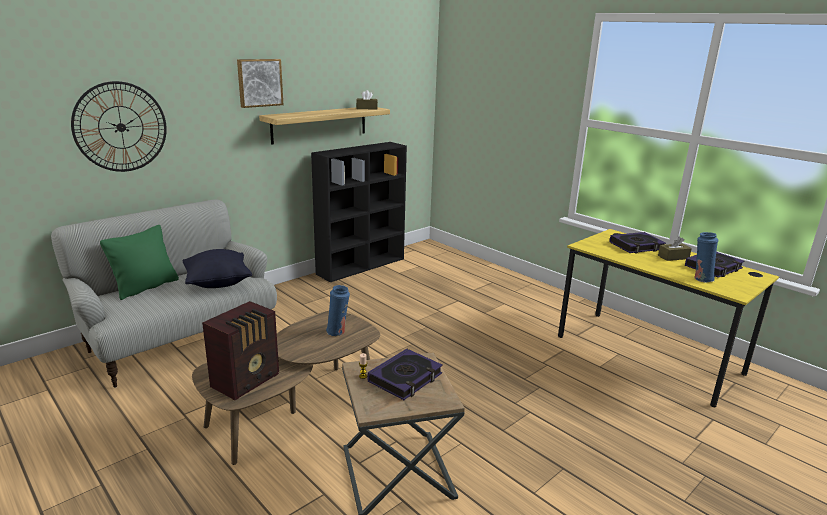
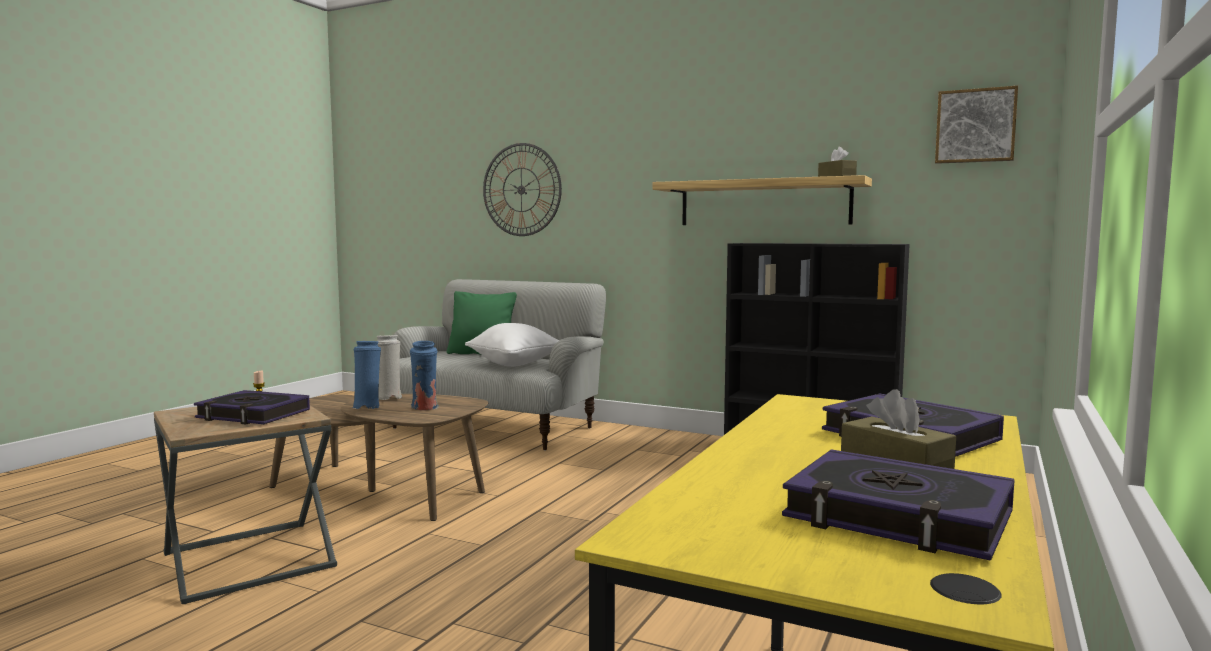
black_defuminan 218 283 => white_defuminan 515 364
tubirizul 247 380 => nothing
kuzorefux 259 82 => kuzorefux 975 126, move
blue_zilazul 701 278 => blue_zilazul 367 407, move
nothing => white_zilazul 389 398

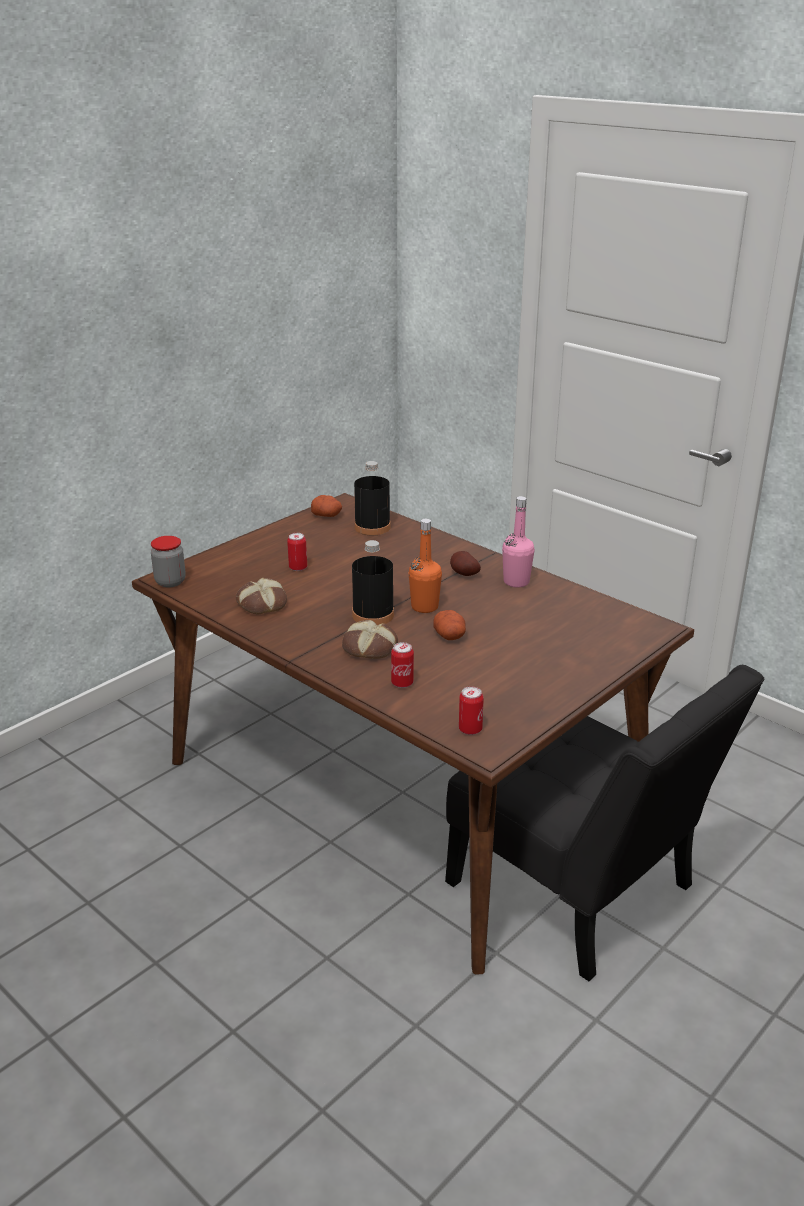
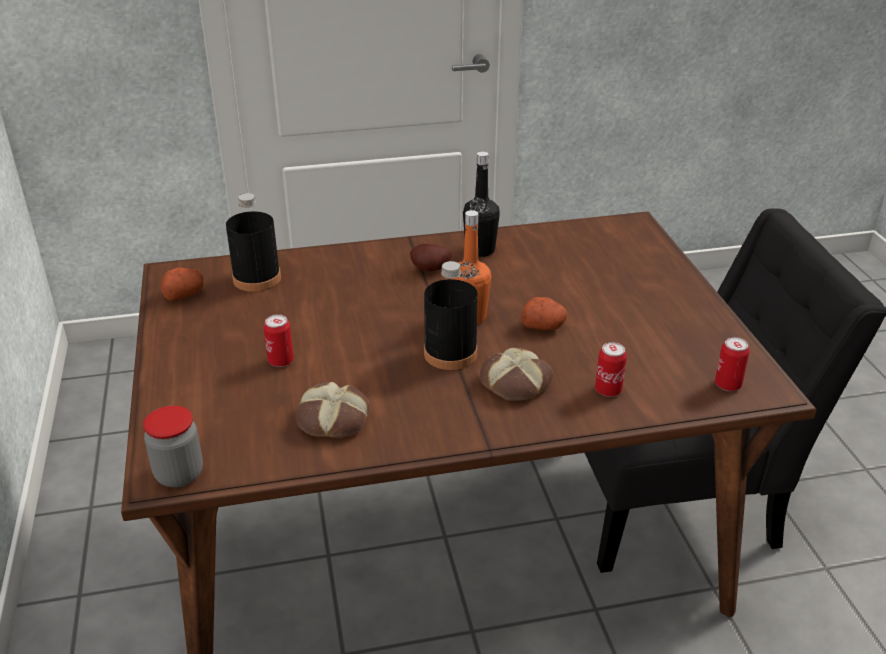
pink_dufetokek 516 582 => black_dufetokek 480 250

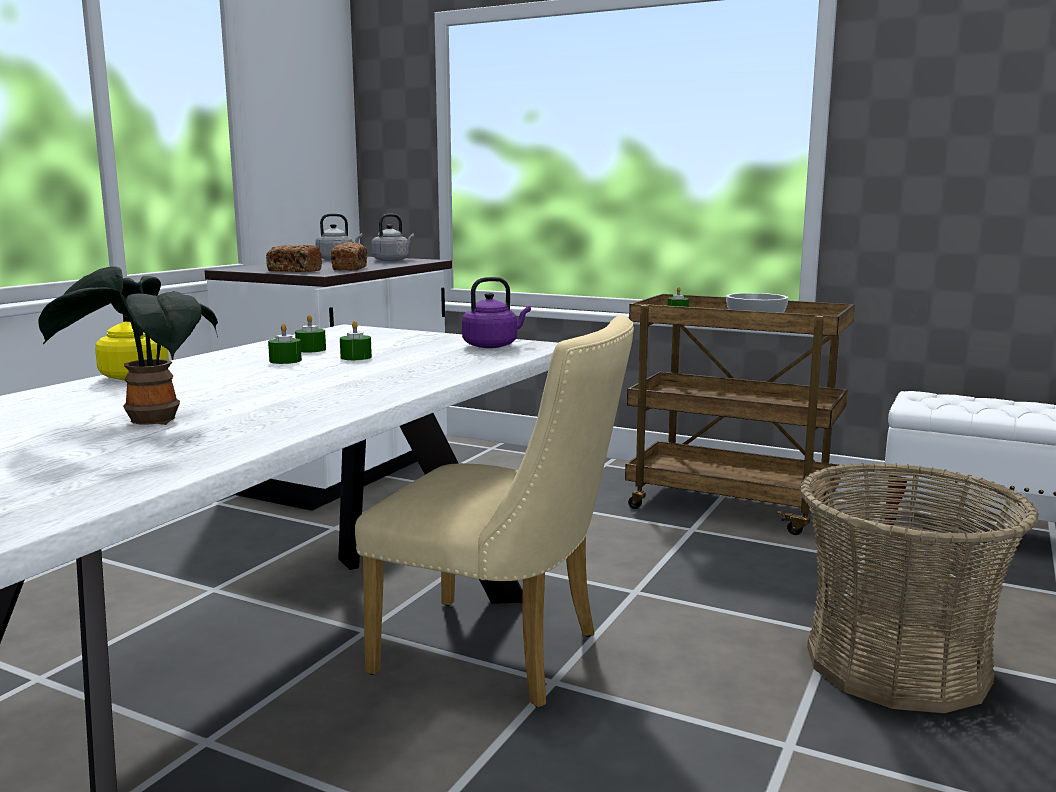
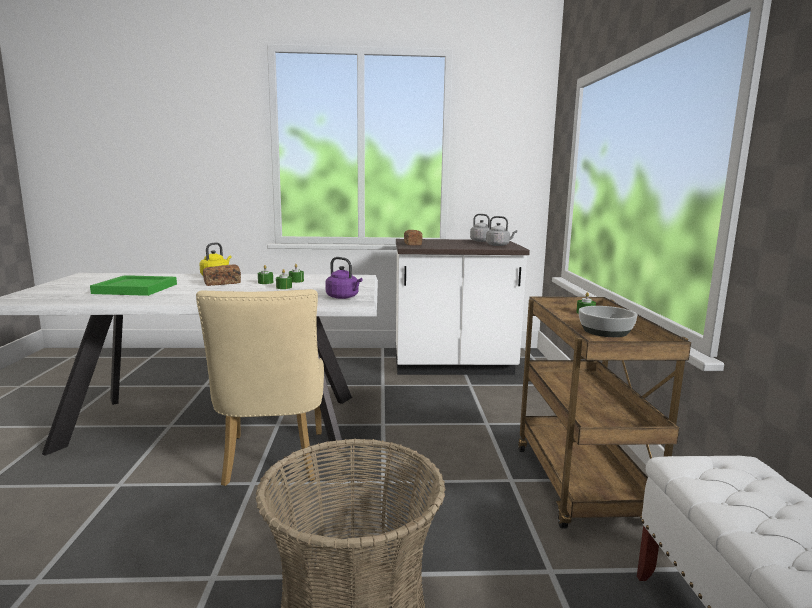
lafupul 146 421 => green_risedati 136 289
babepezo 350 268 => babepezo 222 283, move

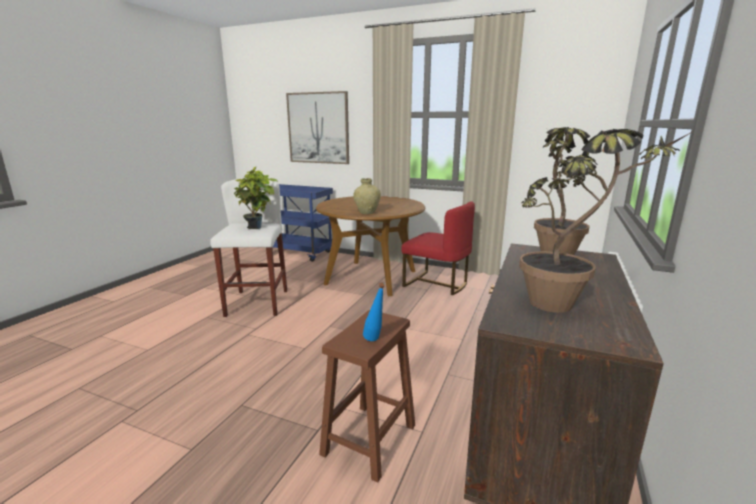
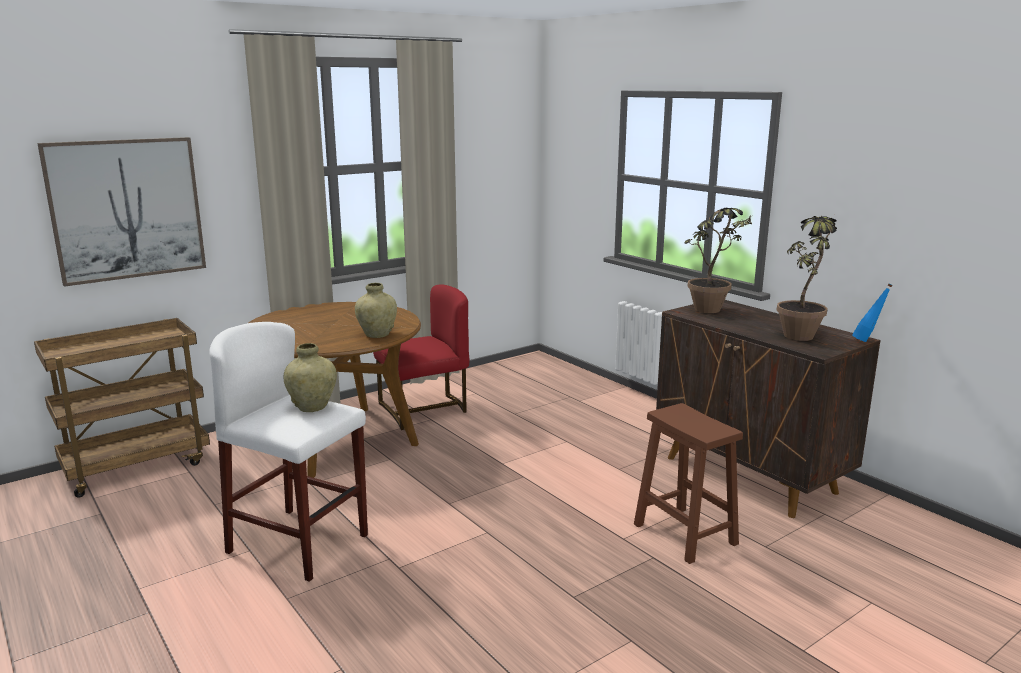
lafupul 257 228 => beige_zilazul 312 407
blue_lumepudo 301 253 => brown_lumepudo 137 466
blue_dufetokek 375 342 => blue_dufetokek 867 341, move

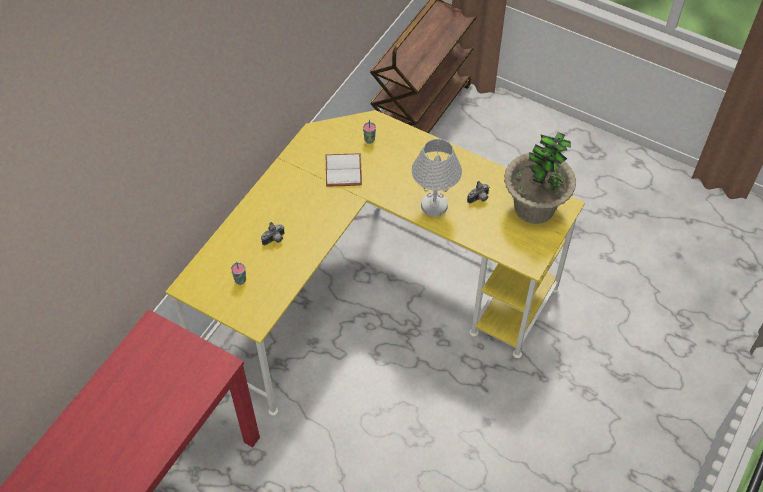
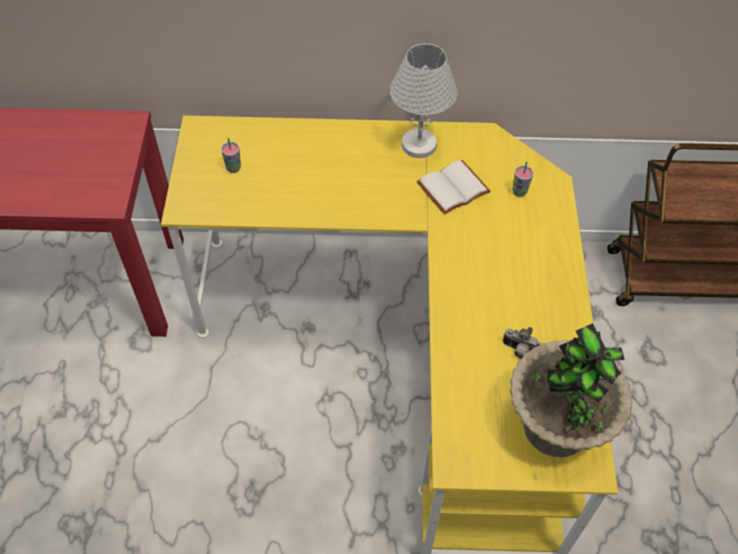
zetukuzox 274 240 => nothing
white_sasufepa 434 206 => white_sasufepa 418 145, move

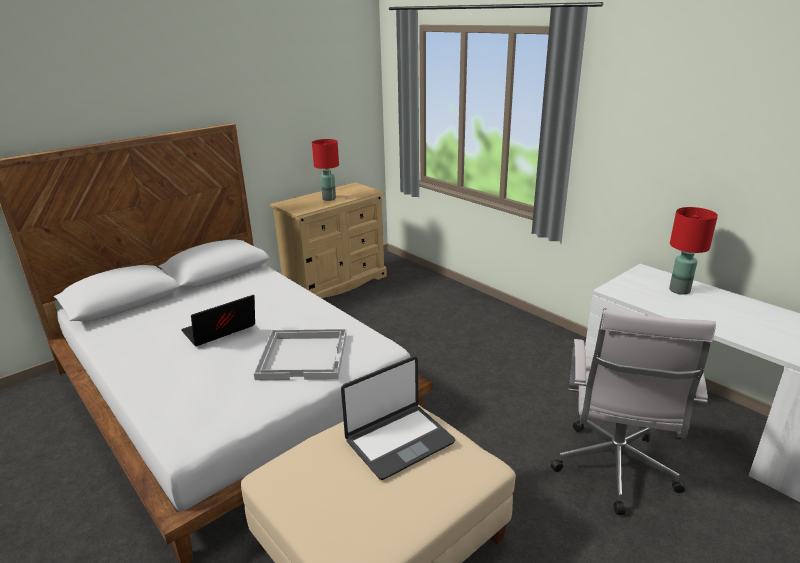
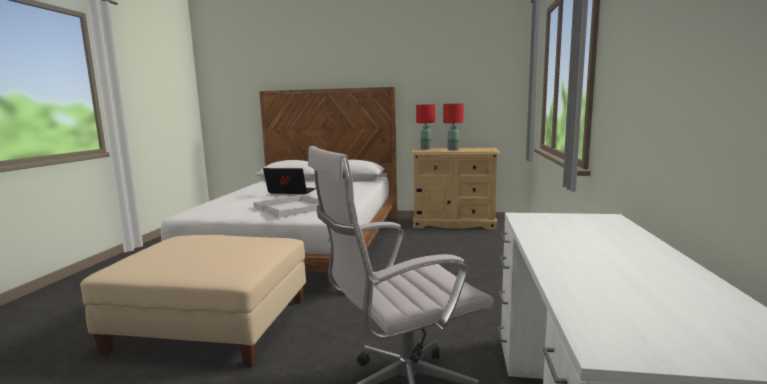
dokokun 399 441 => nothing
red_sasufepa 679 290 => red_sasufepa 426 148, move

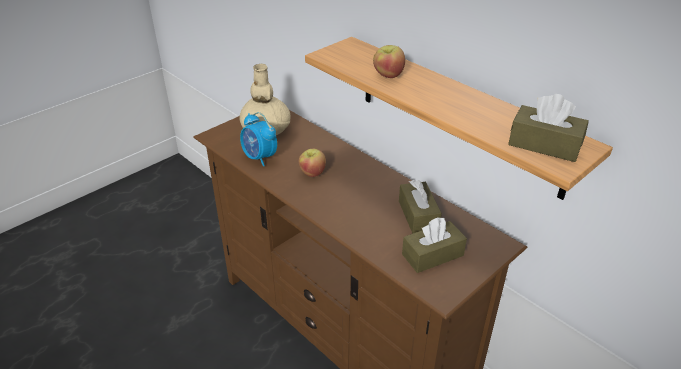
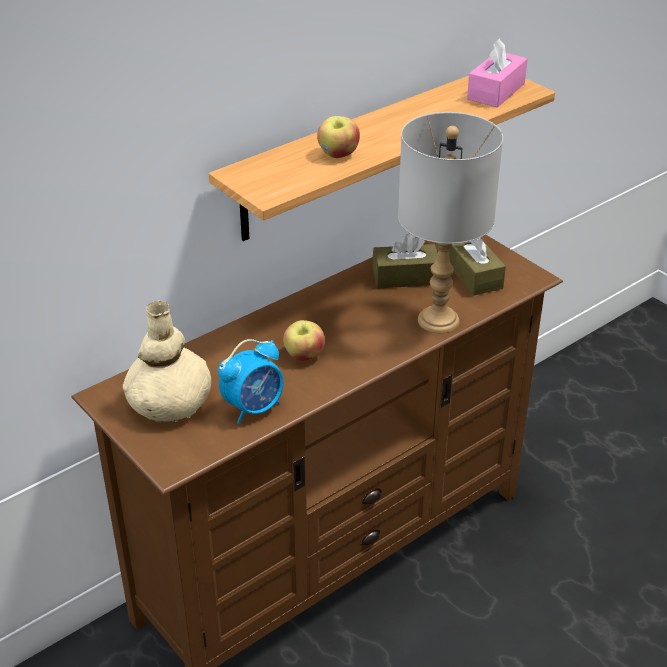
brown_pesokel 544 145 => pink_pesokel 496 91
nothing => grey_sasufepa 438 320

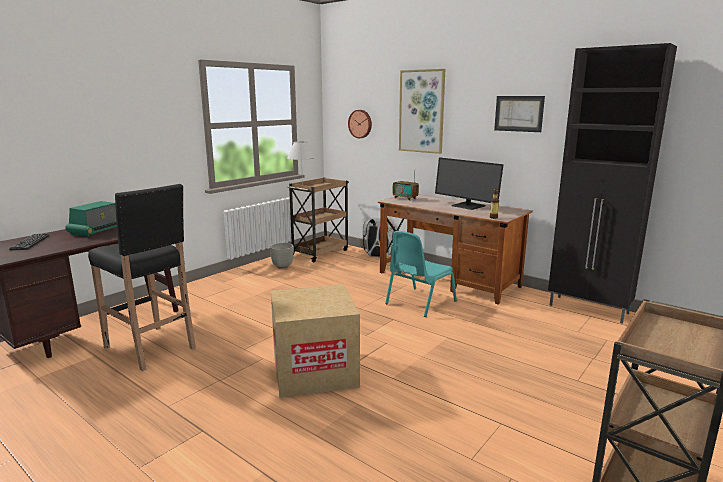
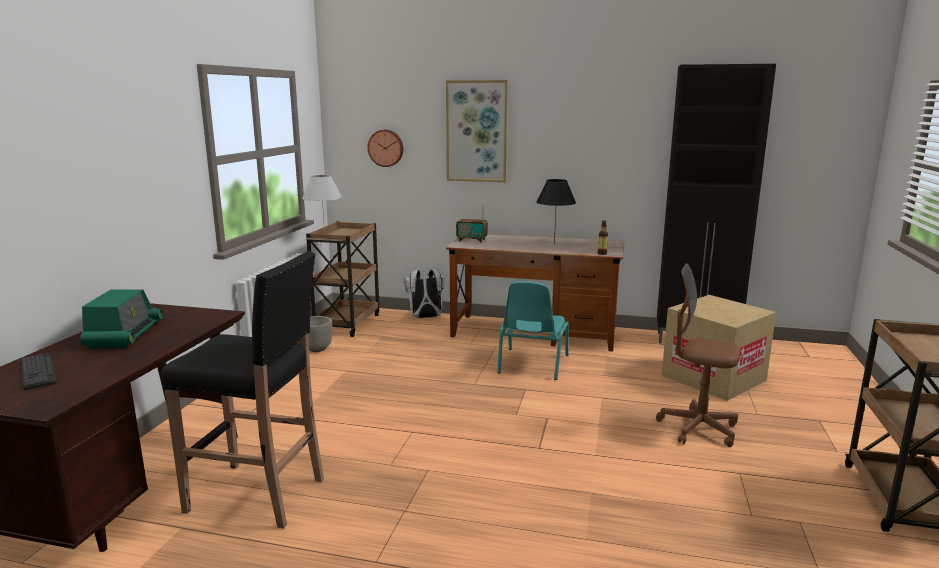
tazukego 314 371 => tazukego 713 378, move
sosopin 467 206 => black_sasufepa 554 243
kuzorefux 519 113 => nothing
nothing => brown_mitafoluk 698 428

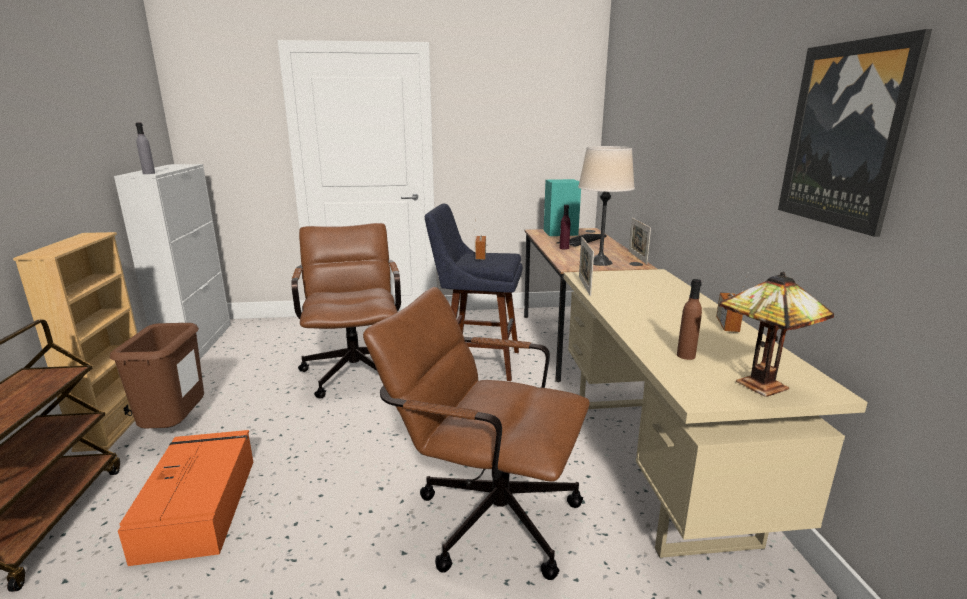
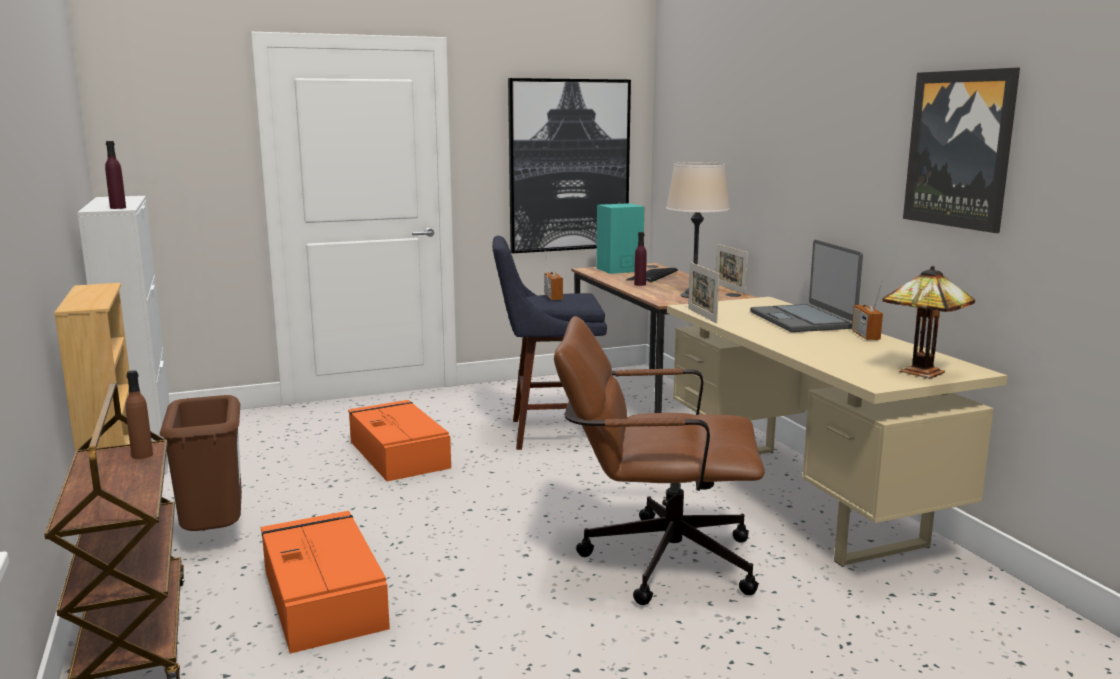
grey_dufetokek 149 173 => purple_dufetokek 118 208
brown_mitafoluk 355 368 => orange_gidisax 398 454
brown_dufetokek 686 355 => brown_dufetokek 142 455, move
nothing => kuzorefux 569 166
nothing => dokokun 802 320

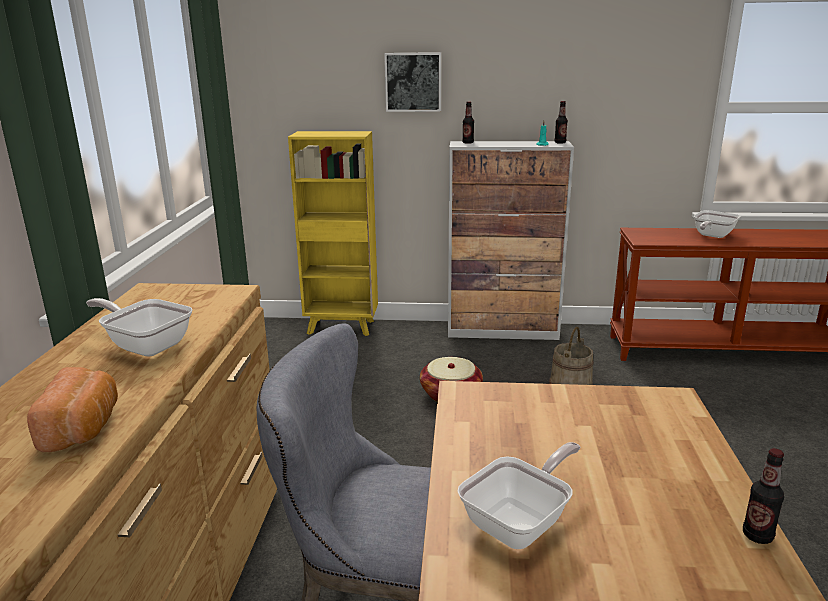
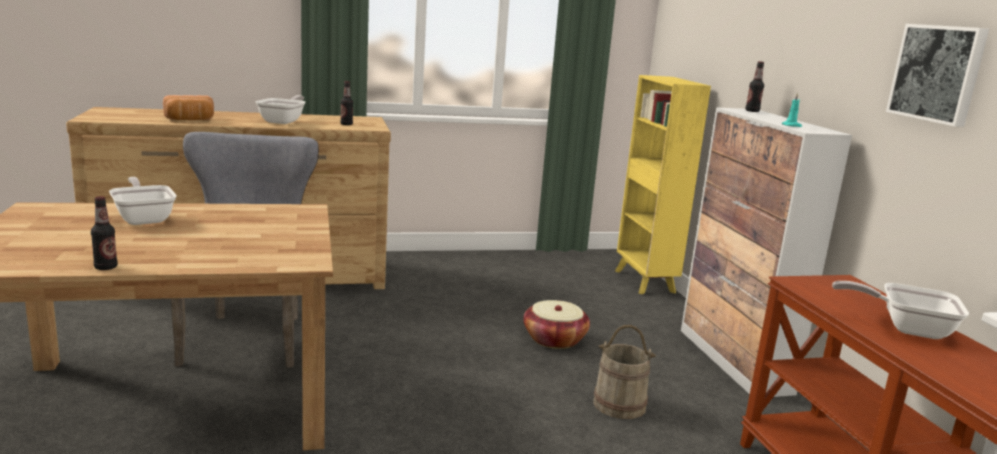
kuzorefux 413 82 => kuzorefux 938 73, move
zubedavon 521 522 => zubedavon 144 218, 150 degrees counterclockwise
dufetokek 560 142 => dufetokek 346 124, move

